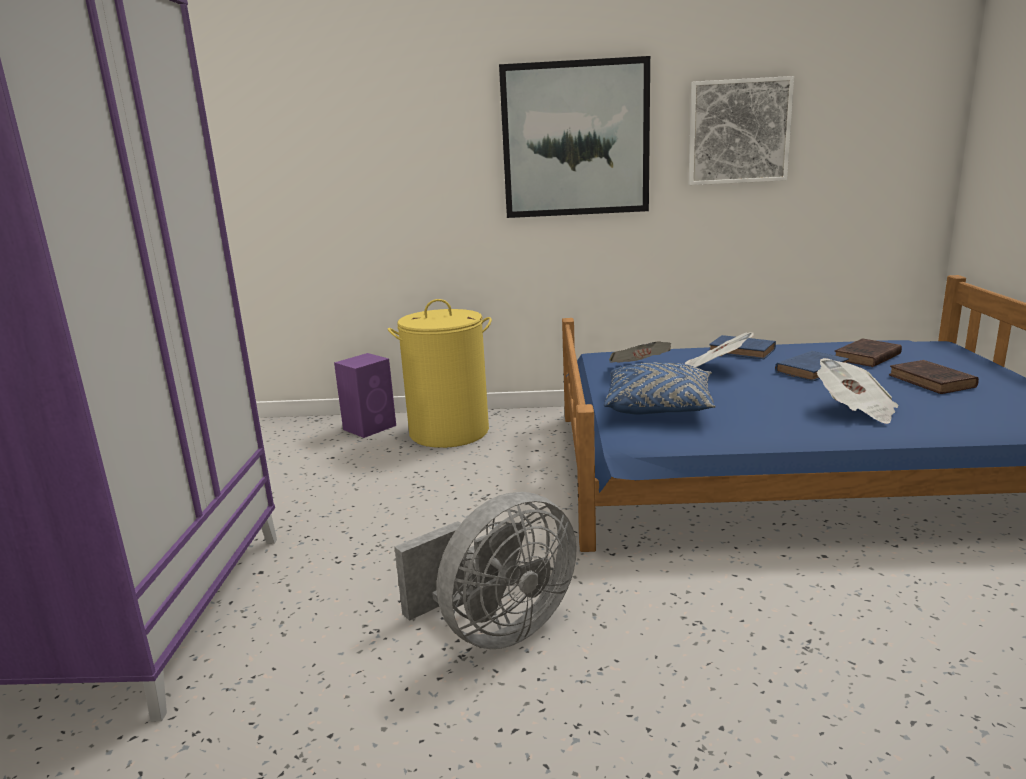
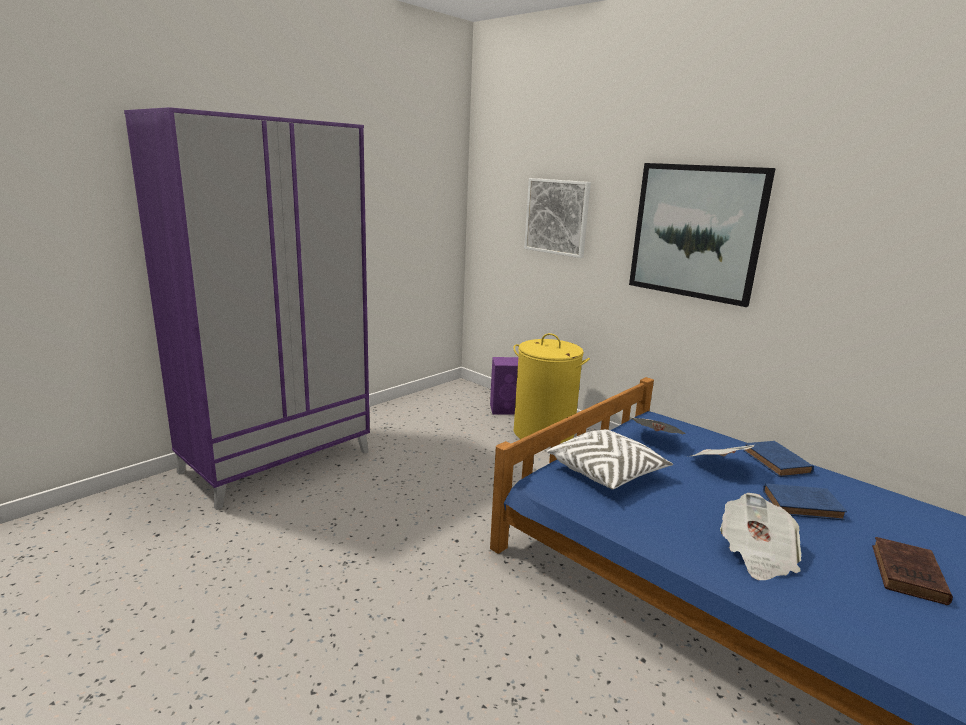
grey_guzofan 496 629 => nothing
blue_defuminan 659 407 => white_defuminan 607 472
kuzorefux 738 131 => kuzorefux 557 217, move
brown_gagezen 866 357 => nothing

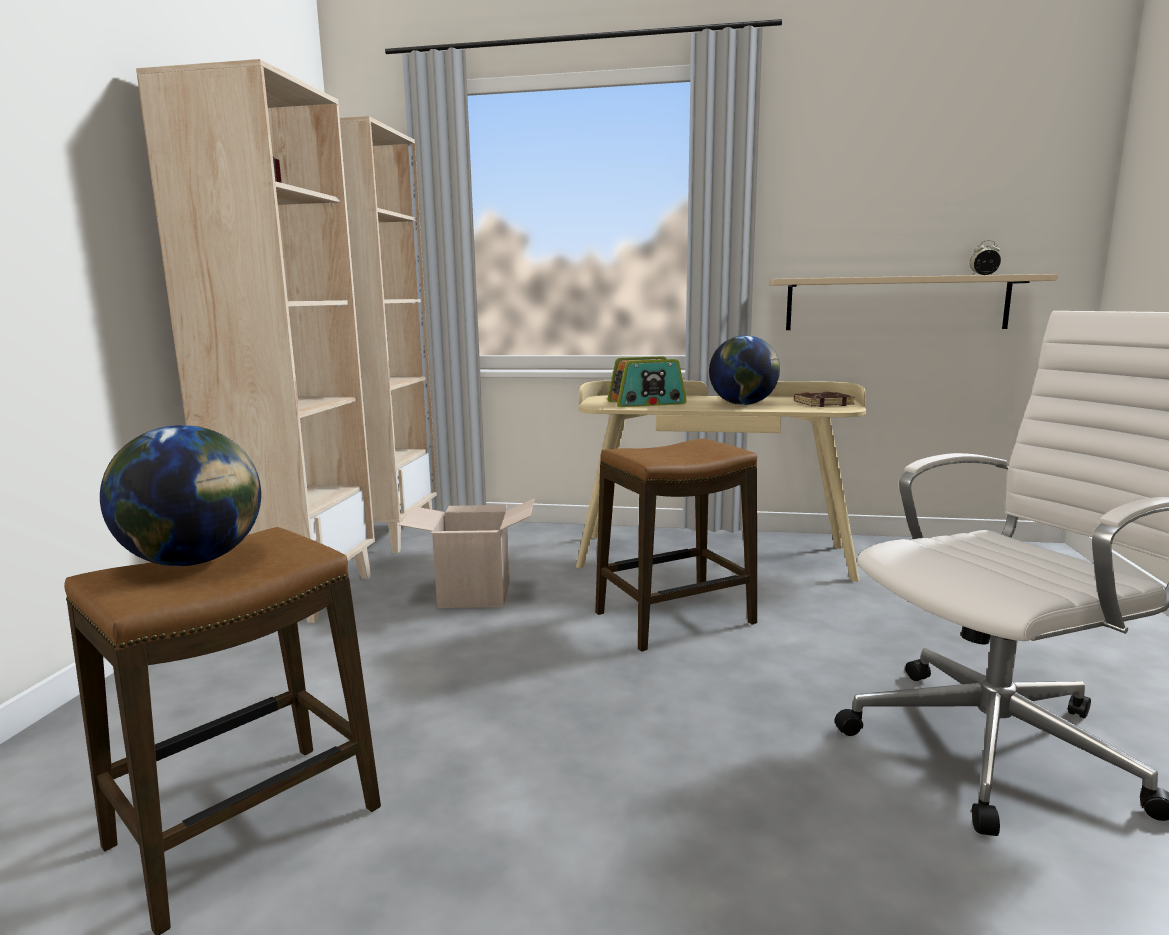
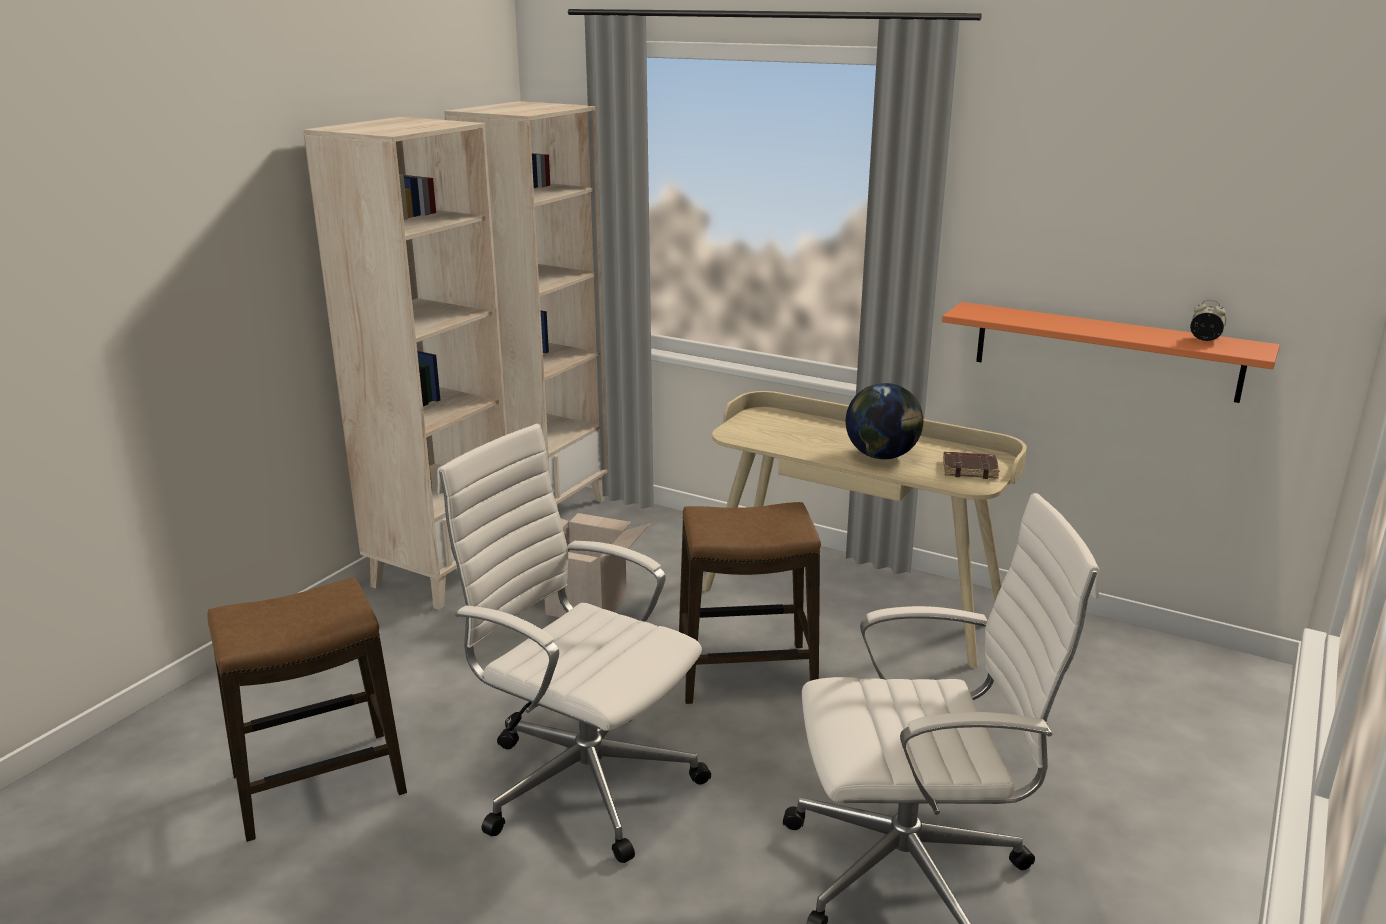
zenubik 194 561 => nothing
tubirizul 646 403 => nothing
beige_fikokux 895 303 => orange_fikokux 1105 351
nothing => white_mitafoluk 583 779

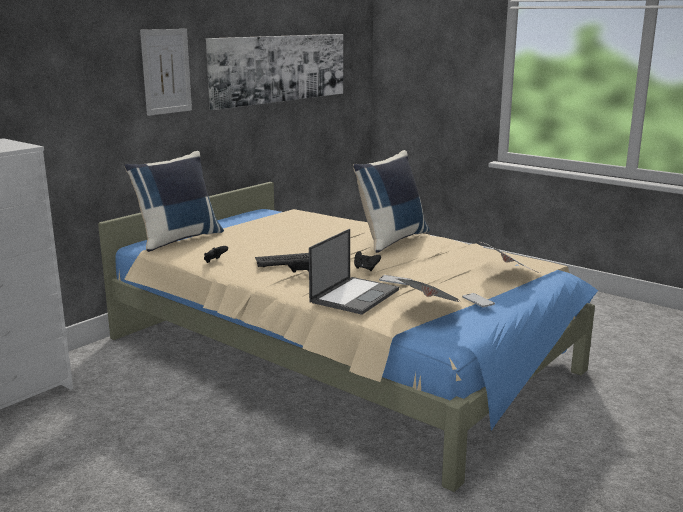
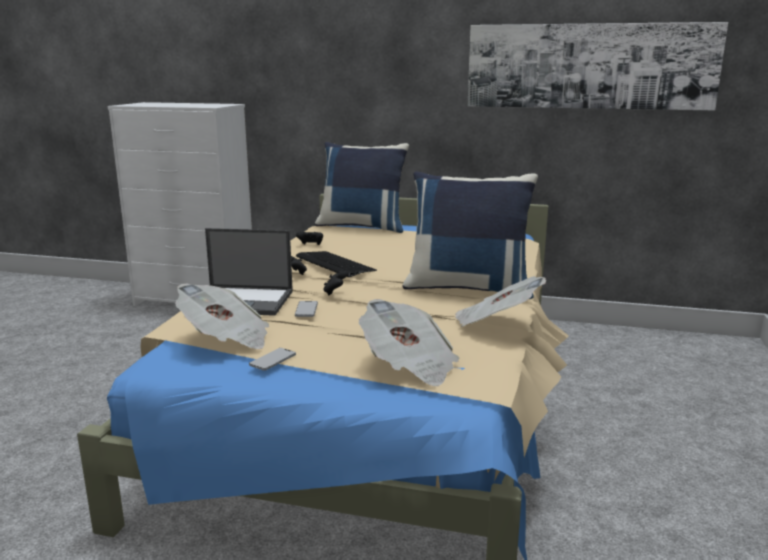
kuzorefux 166 71 => nothing
nothing => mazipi 495 323

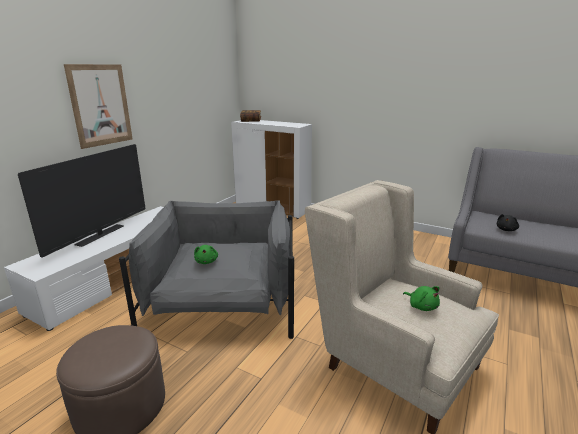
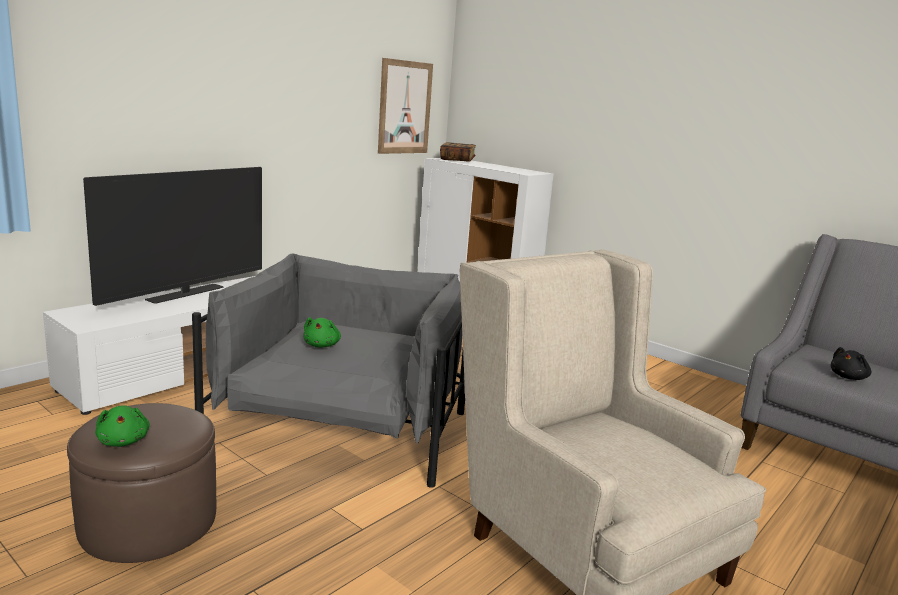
kuzorefux 100 105 => kuzorefux 405 107, move
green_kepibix 422 306 => green_kepibix 123 441, move

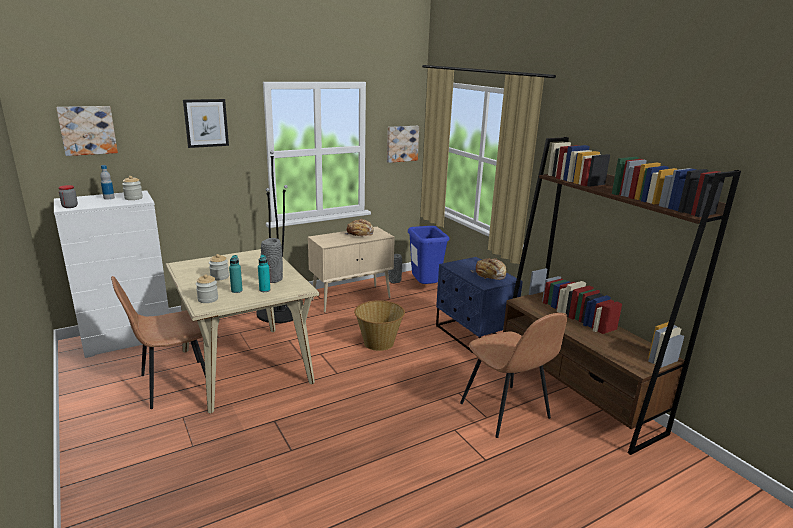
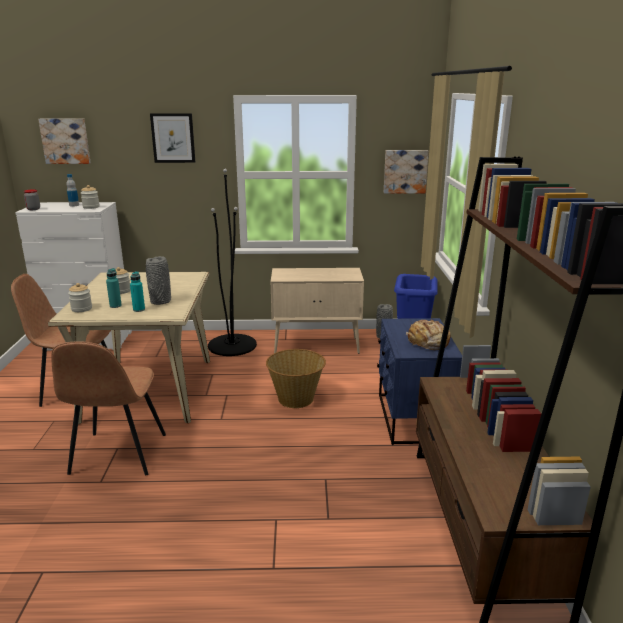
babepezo 360 234 => nothing
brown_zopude 506 412 => brown_zopude 117 455, move

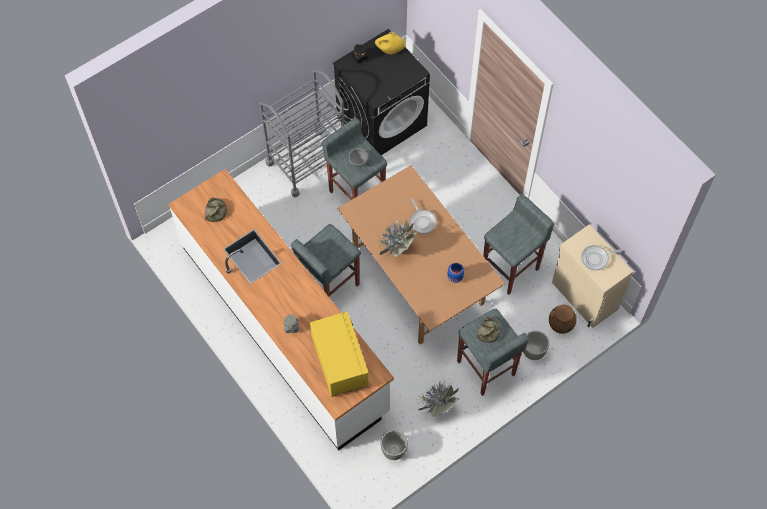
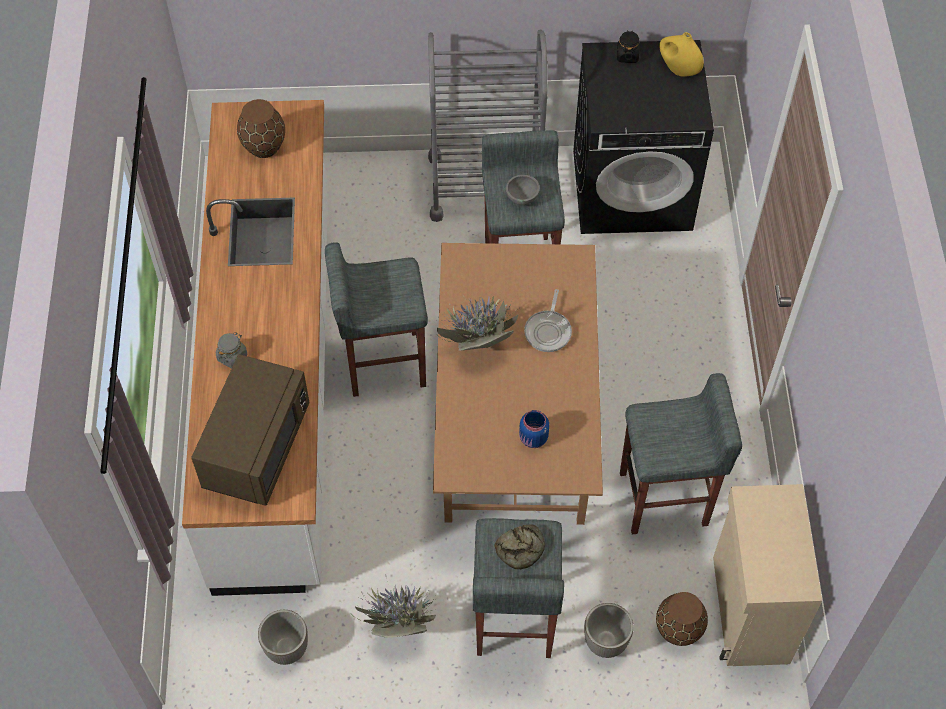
babepezo 215 211 => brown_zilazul 264 146
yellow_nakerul 339 361 => brown_nakerul 256 447
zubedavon 596 258 => nothing

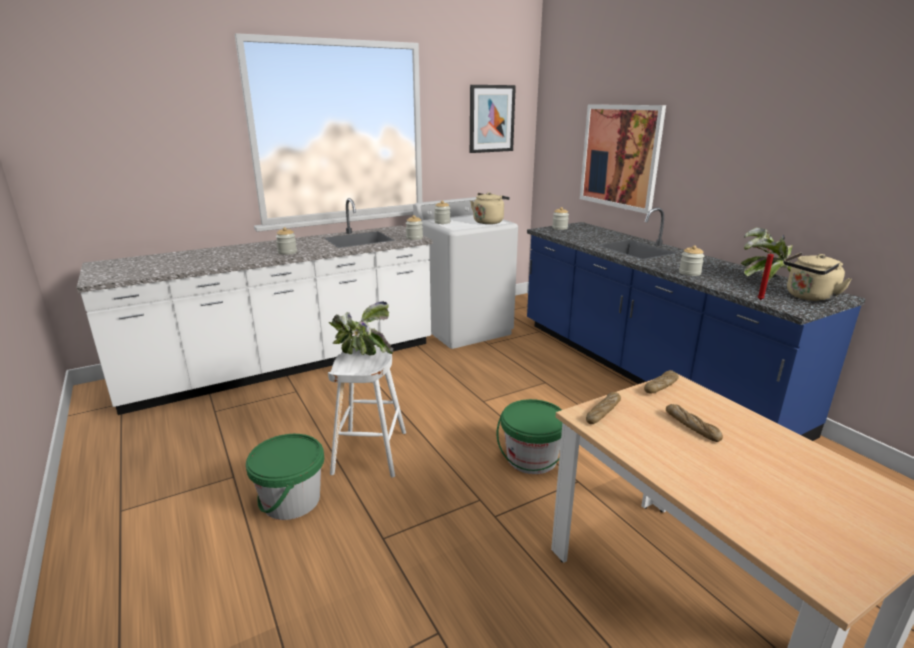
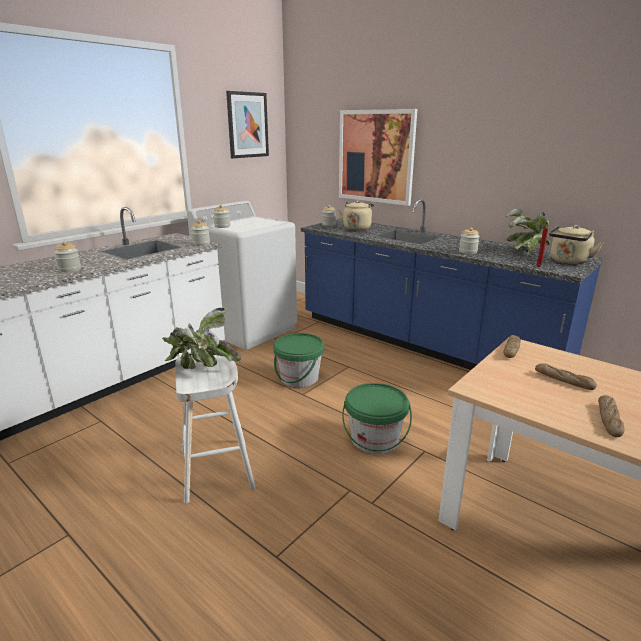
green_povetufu 291 500 => green_povetufu 299 378, move
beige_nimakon 489 221 => beige_nimakon 357 228, move
babepezo 603 412 => babepezo 609 420, move

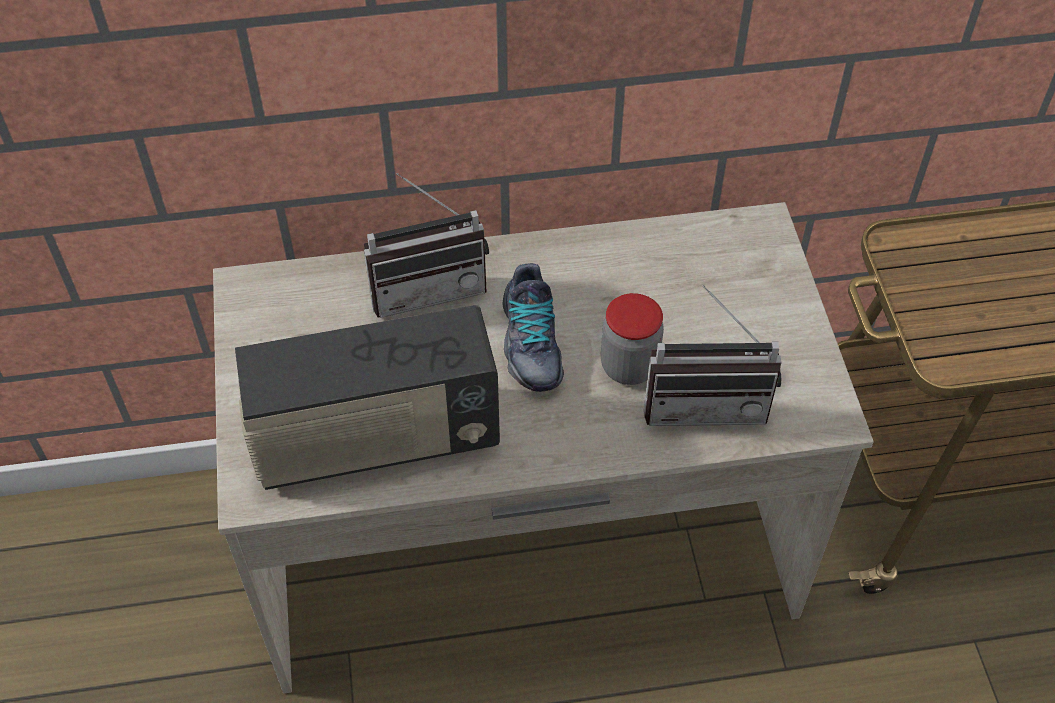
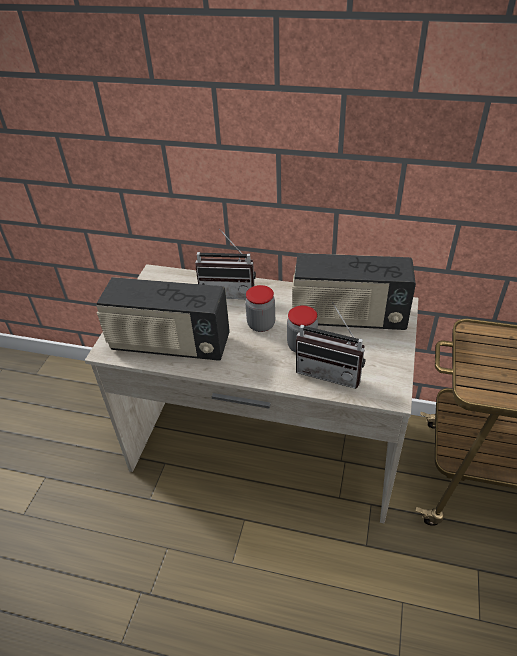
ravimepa 530 343 => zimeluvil 261 324
nothing => tubirizul 348 318

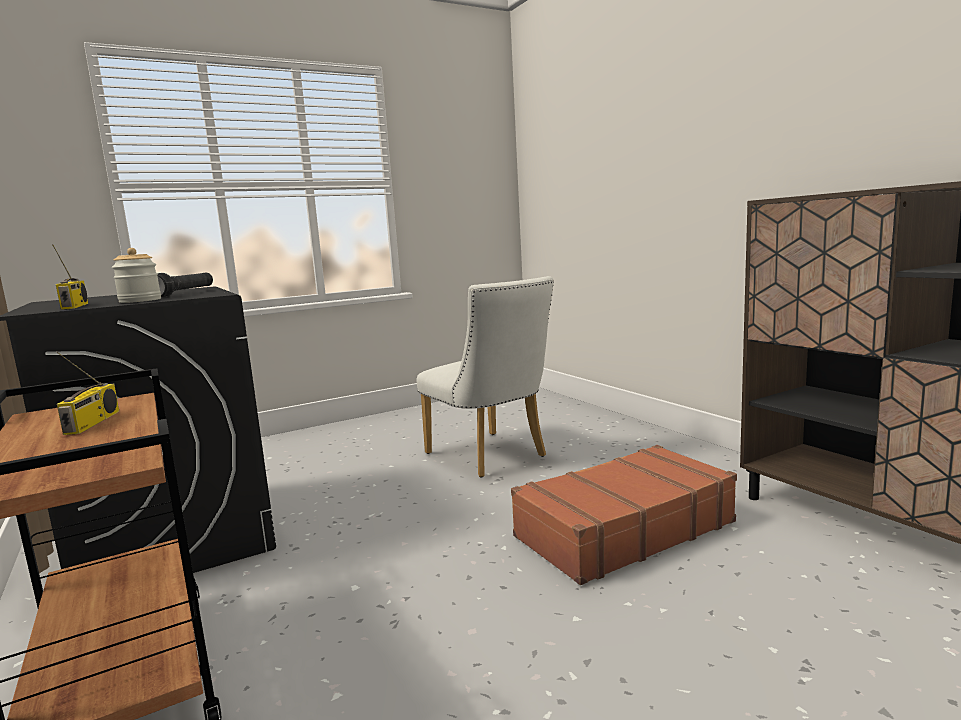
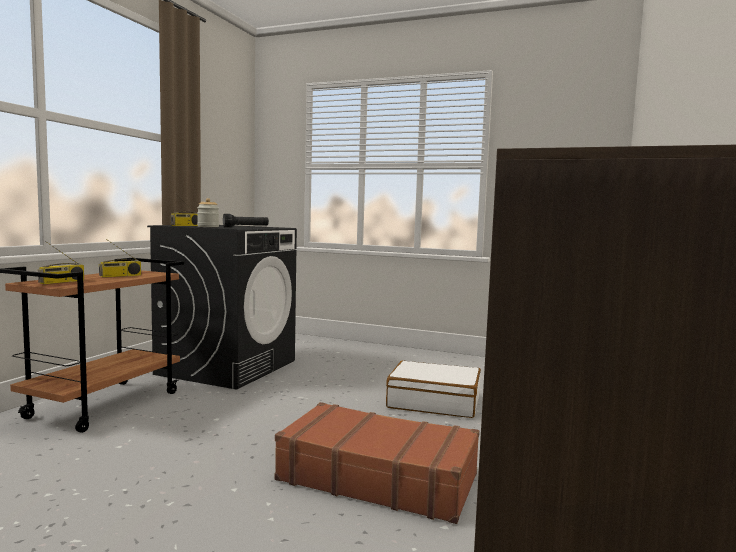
white_zopude 491 457 => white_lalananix 434 402
nothing => tubirizul 62 282

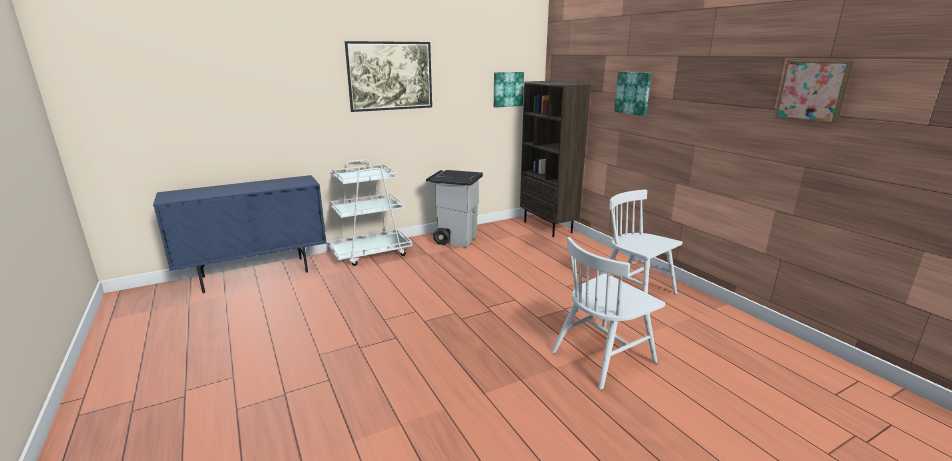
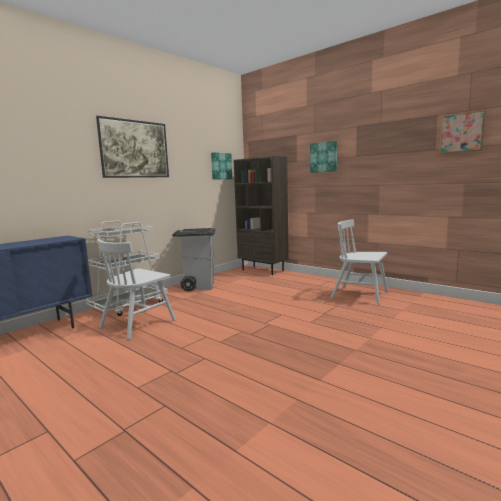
white_zopude 603 357 => white_zopude 138 324, move

